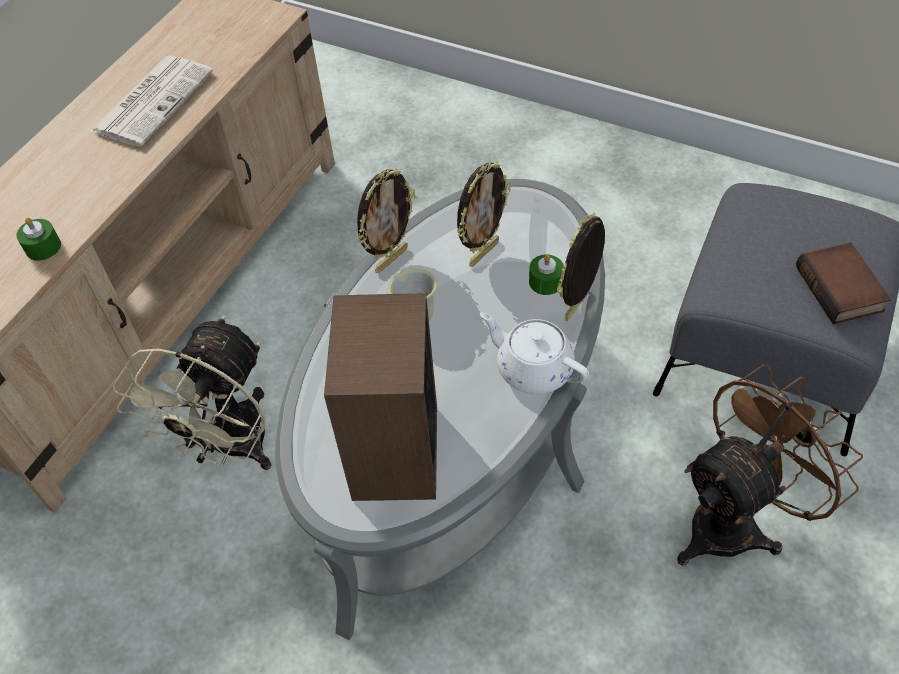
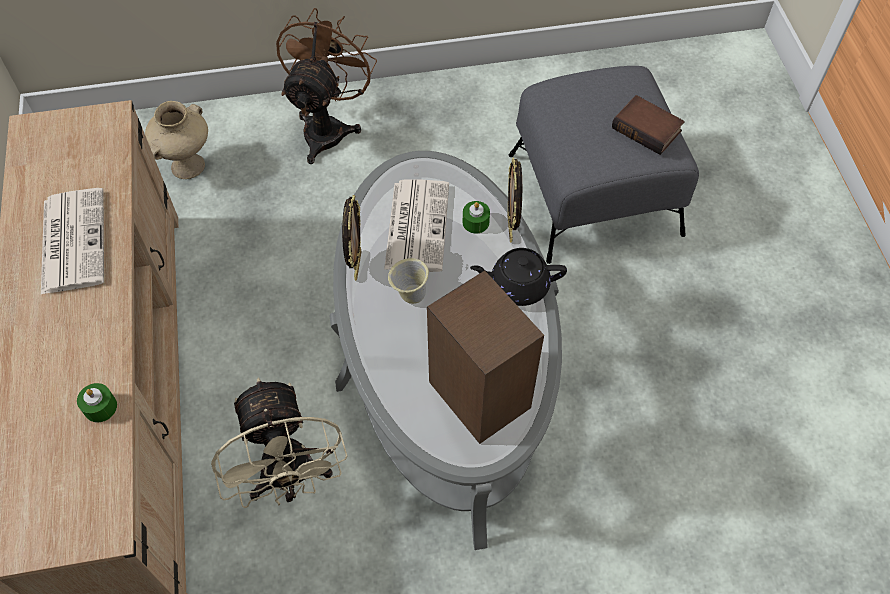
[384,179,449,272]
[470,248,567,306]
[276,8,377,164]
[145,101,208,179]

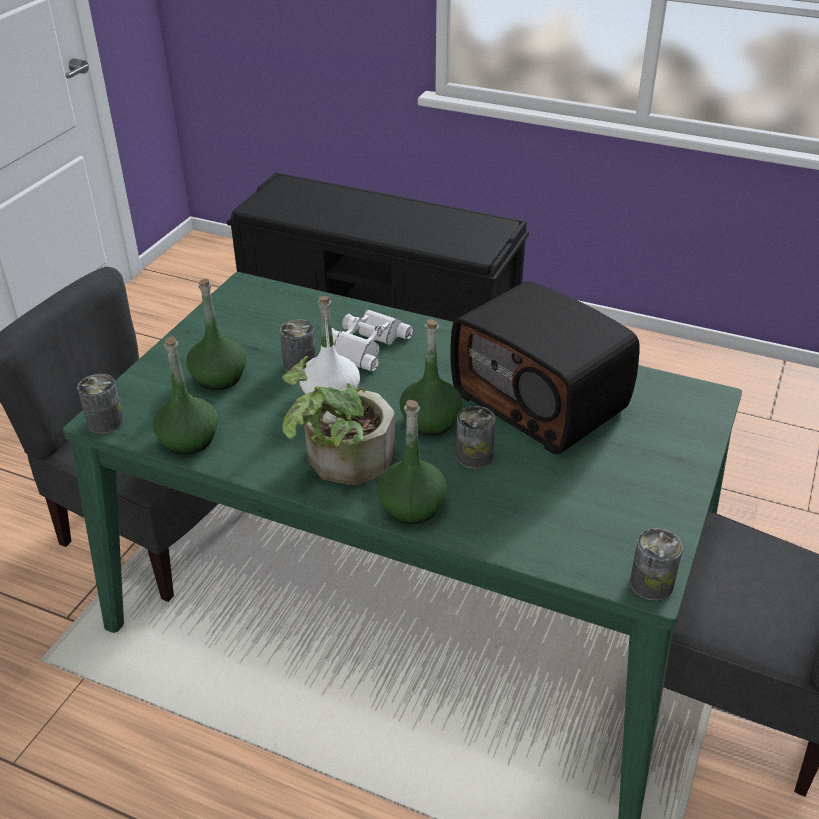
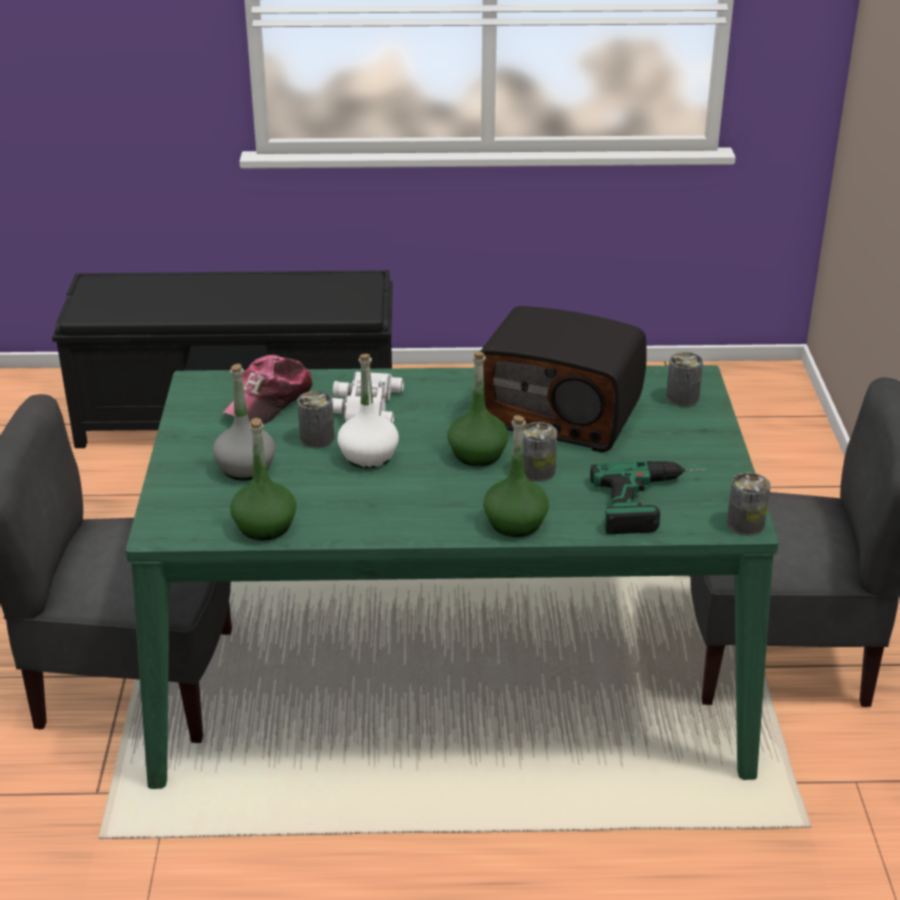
[666,352,703,407]
[213,364,275,480]
[282,356,395,485] (first image)
[222,355,313,424]
[590,461,705,534]

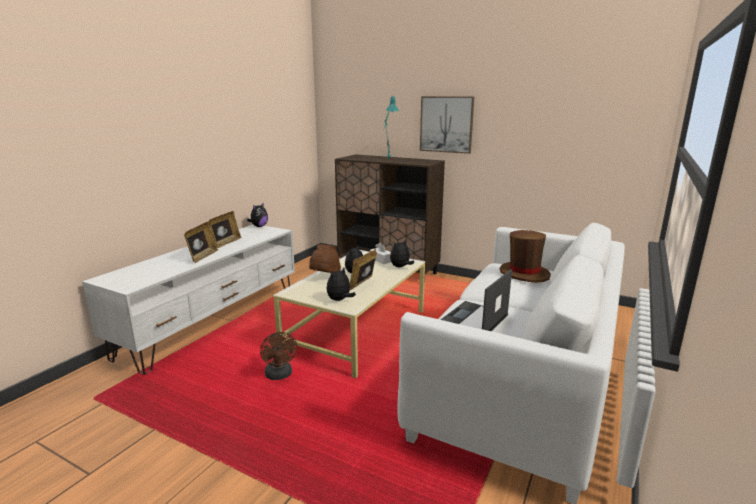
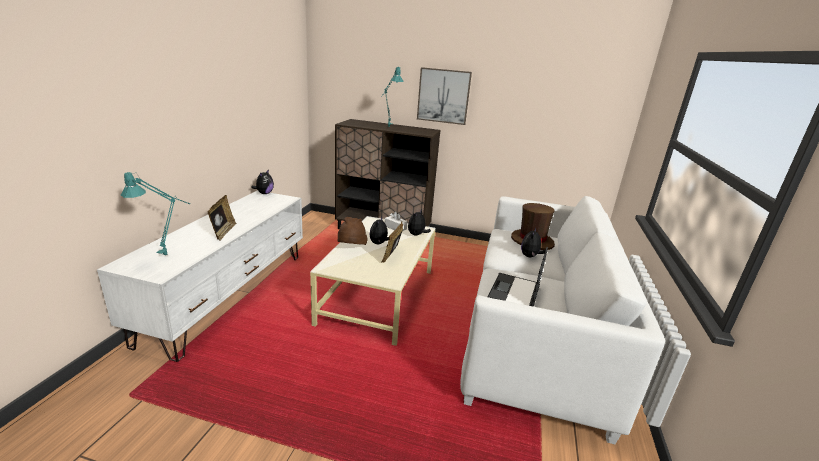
[209,211,242,248] (first image)
[260,332,297,380] (first image)
[521,227,546,257]
[121,172,190,255]

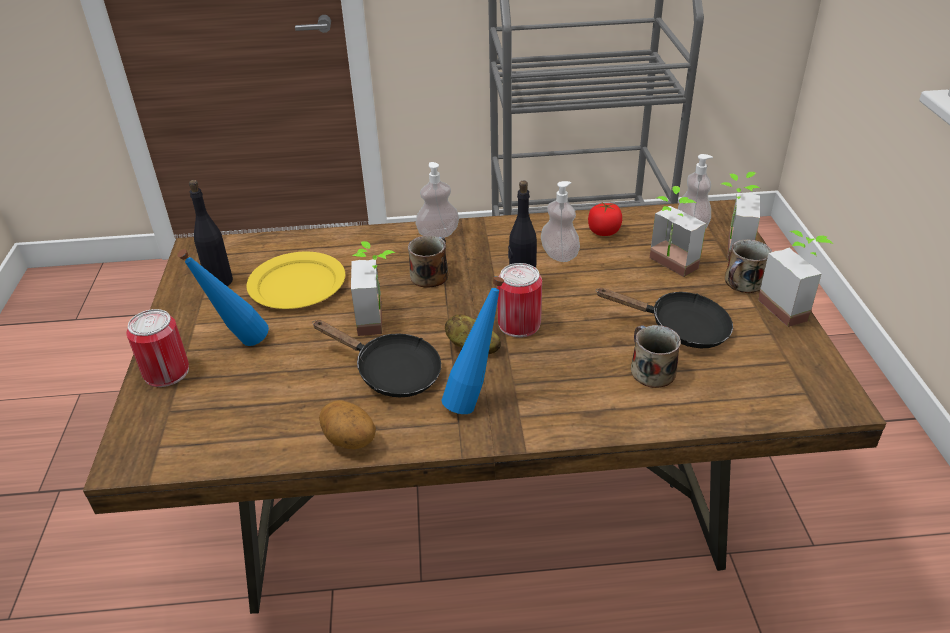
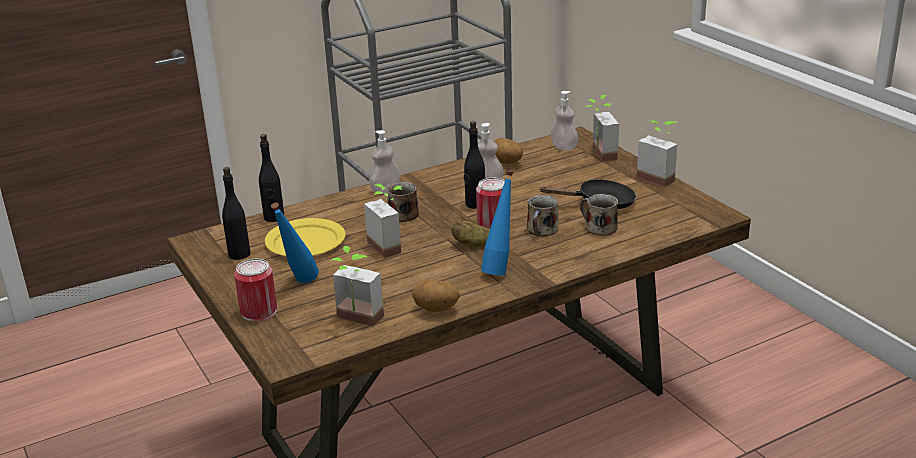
[312,320,441,397] (first image)
[494,138,523,164]
[331,246,384,326]
[527,195,559,236]
[259,134,285,222]

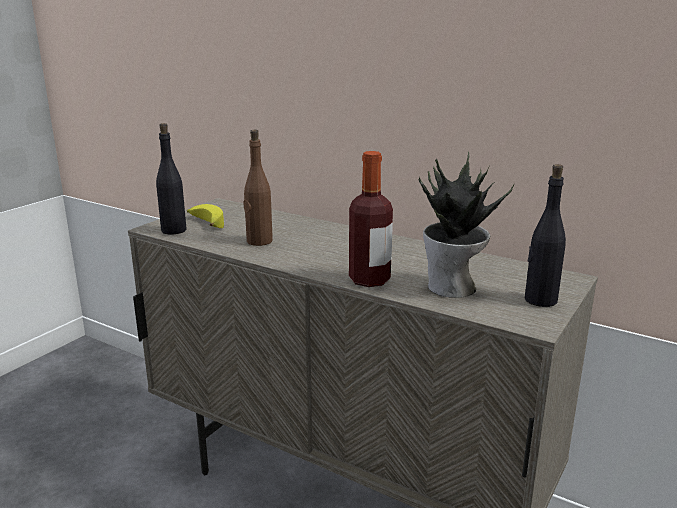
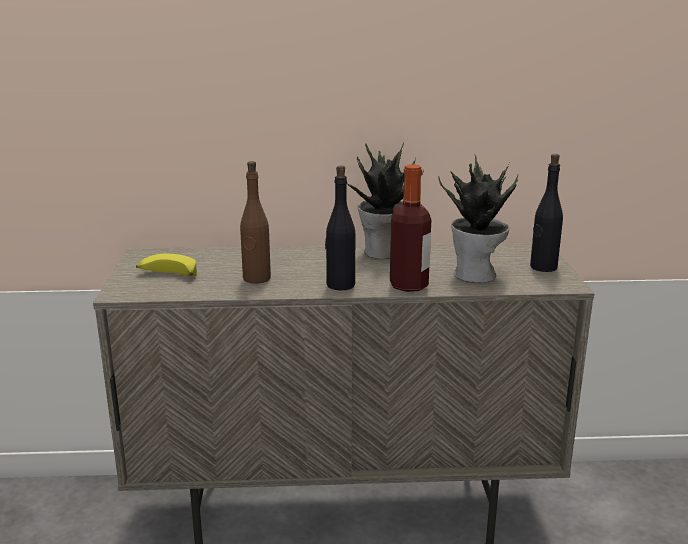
[325,165,355,291]
[347,142,424,259]

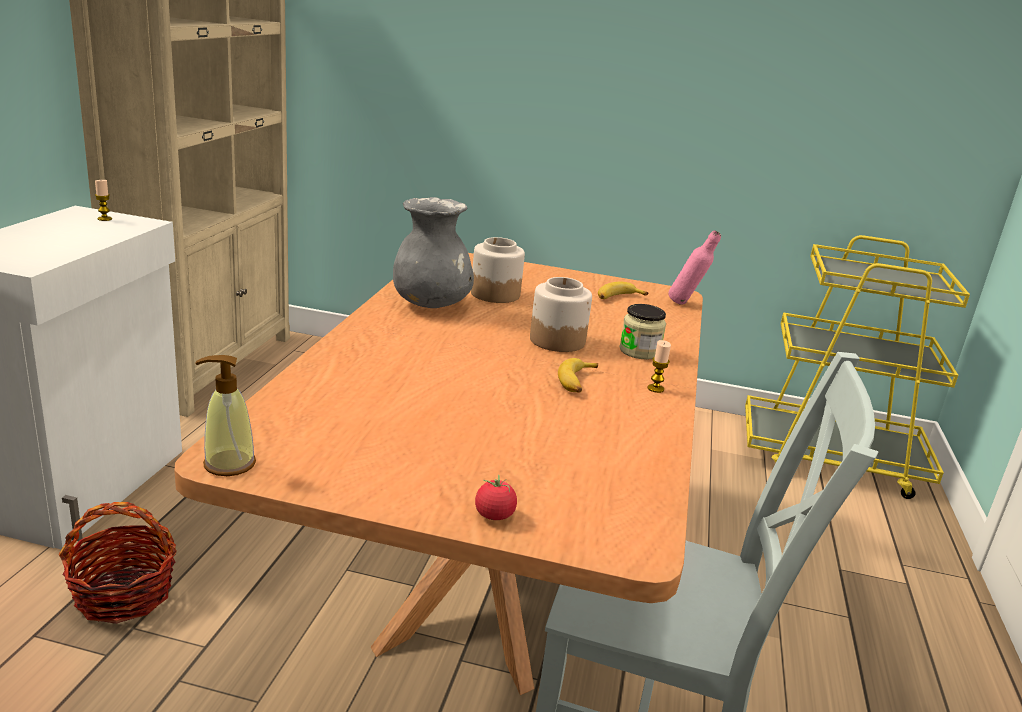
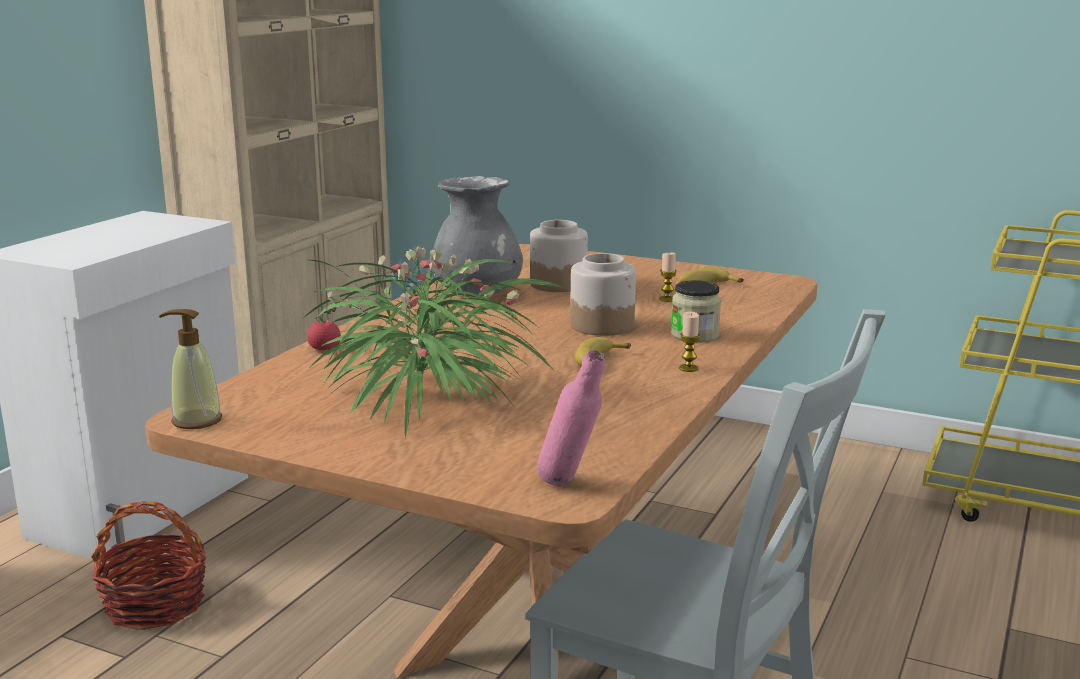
[659,253,677,302]
[307,315,341,350]
[537,350,605,486]
[305,246,563,439]

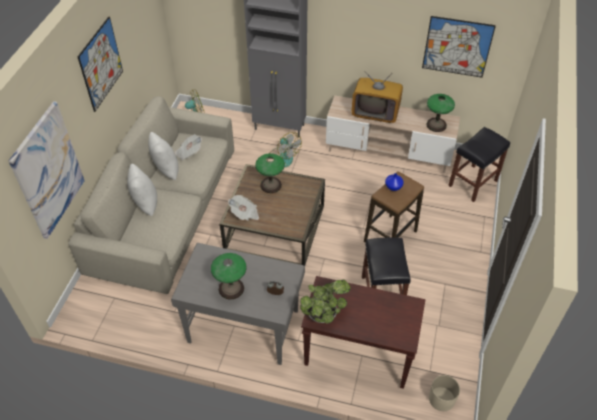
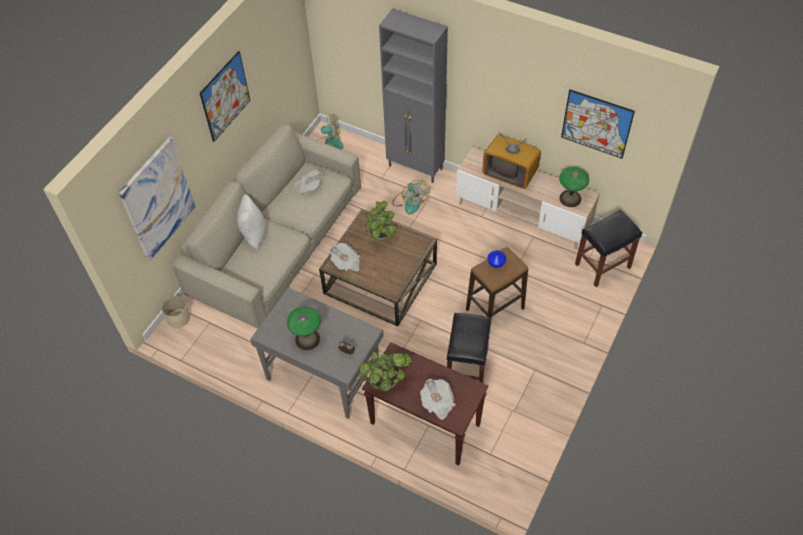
[148,132,179,180] (first image)
[365,201,396,240]
[162,297,190,328]
[420,379,456,420]

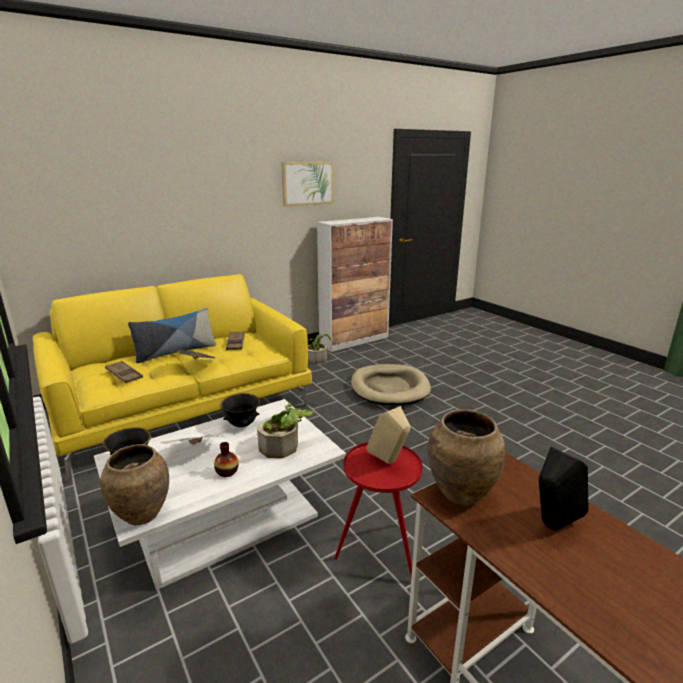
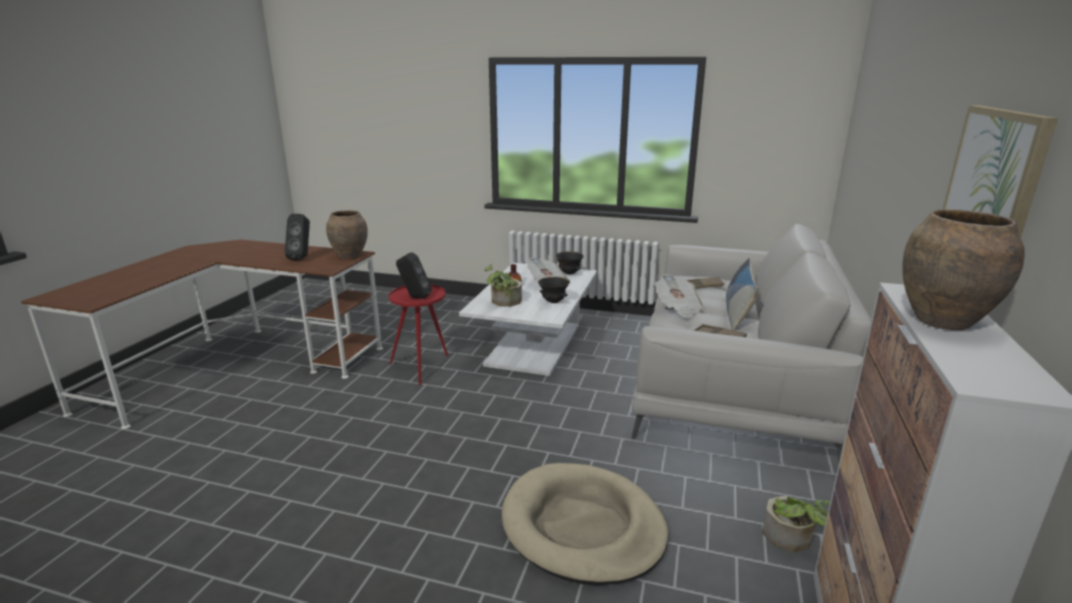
[632,224,871,466]
[902,209,1025,330]
[396,252,431,299]

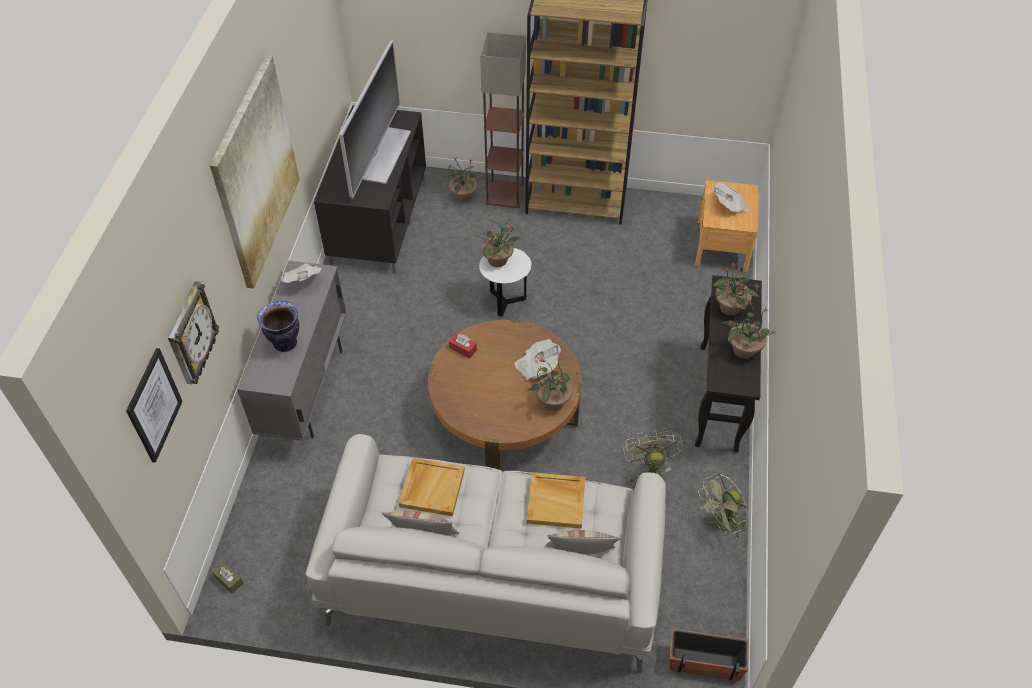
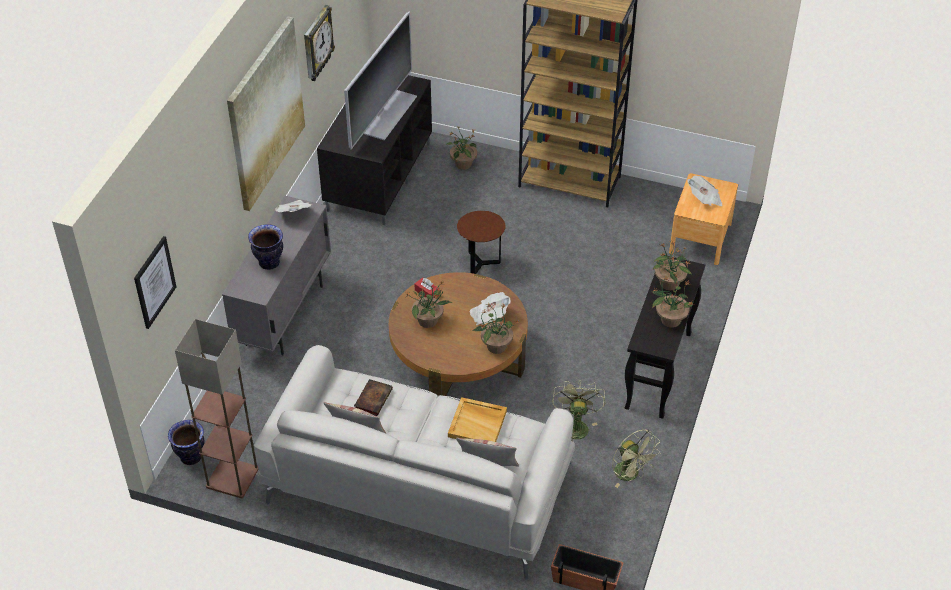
[304,5,335,81]
[168,420,205,465]
[354,379,393,416]
[405,282,452,328]
[457,211,506,274]
[175,319,258,499]
[612,429,660,488]

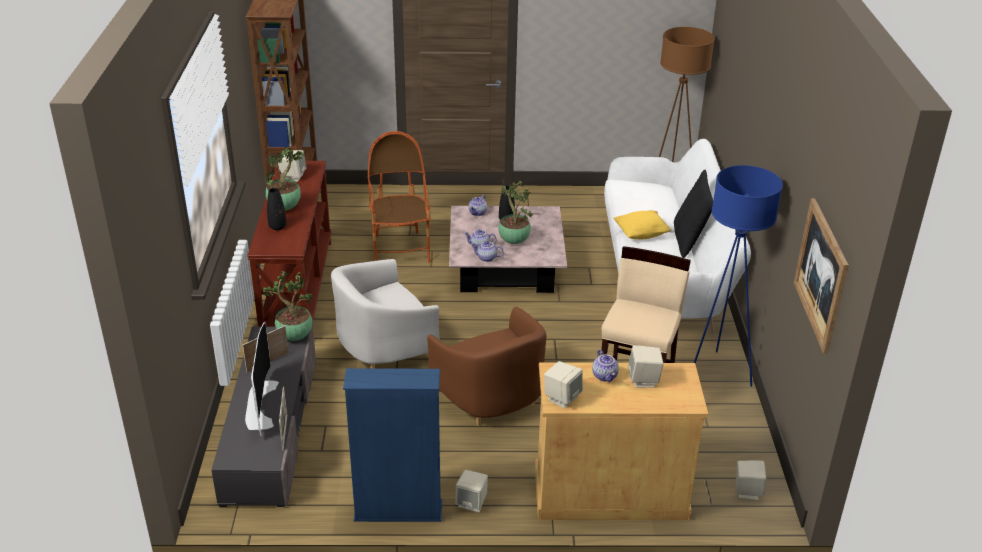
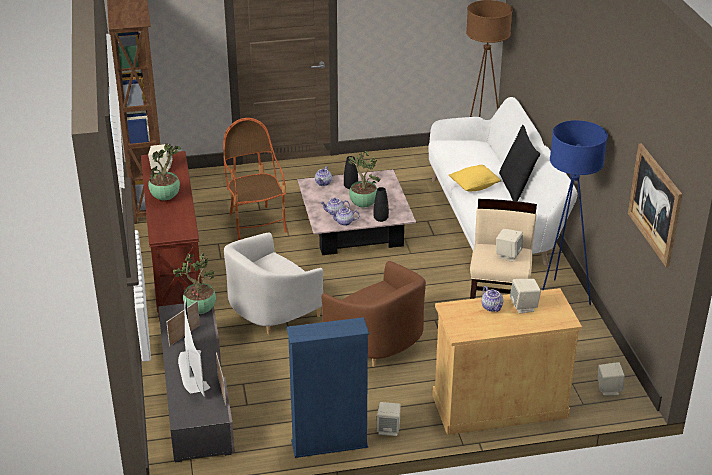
[374,187,389,222]
[496,229,523,262]

